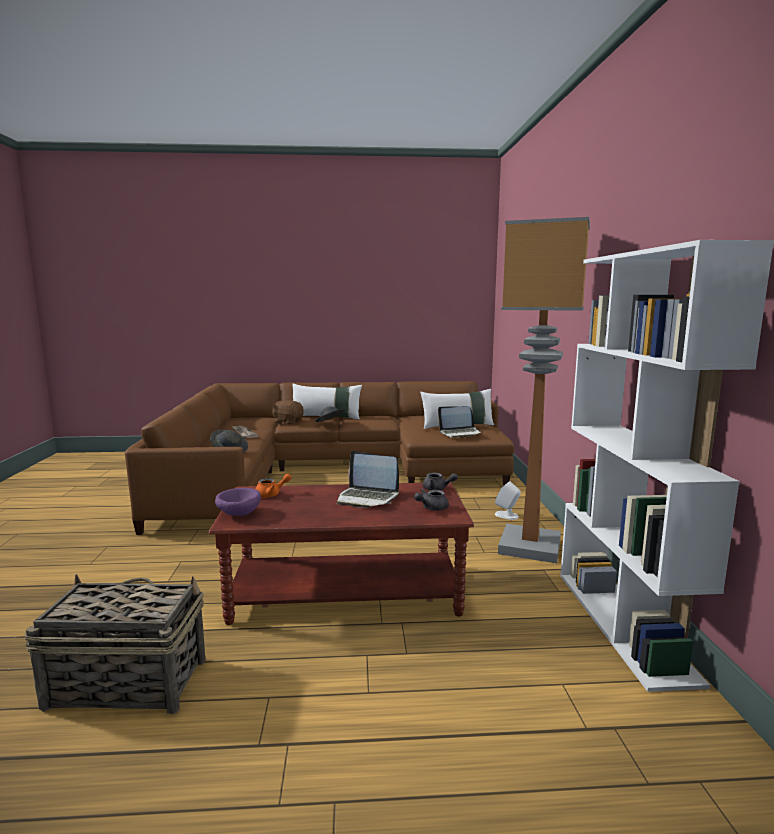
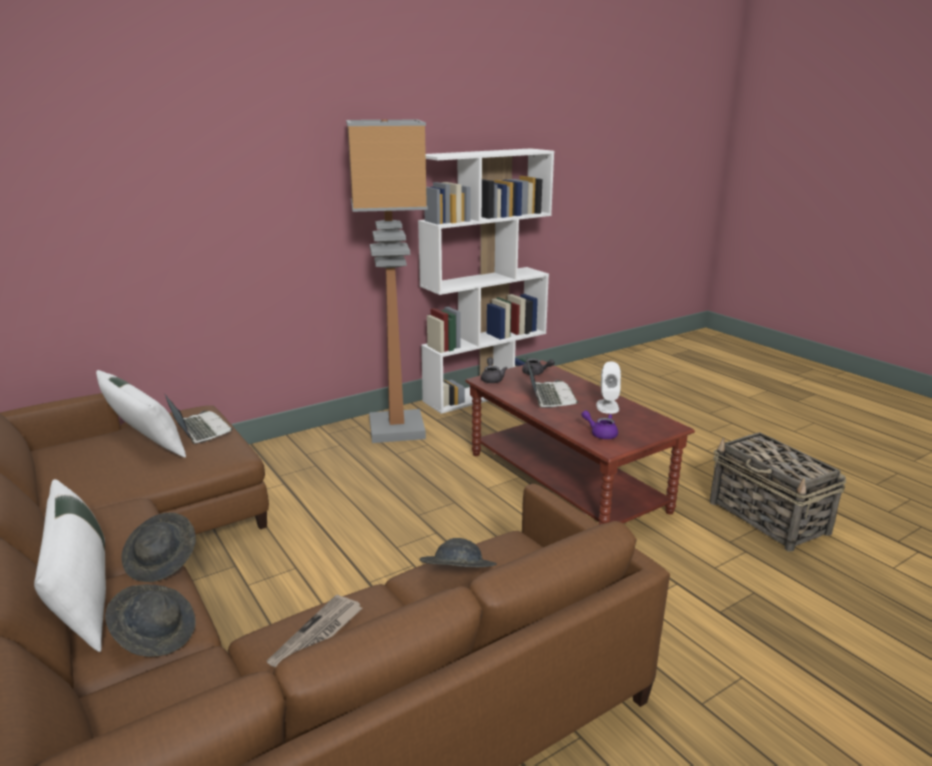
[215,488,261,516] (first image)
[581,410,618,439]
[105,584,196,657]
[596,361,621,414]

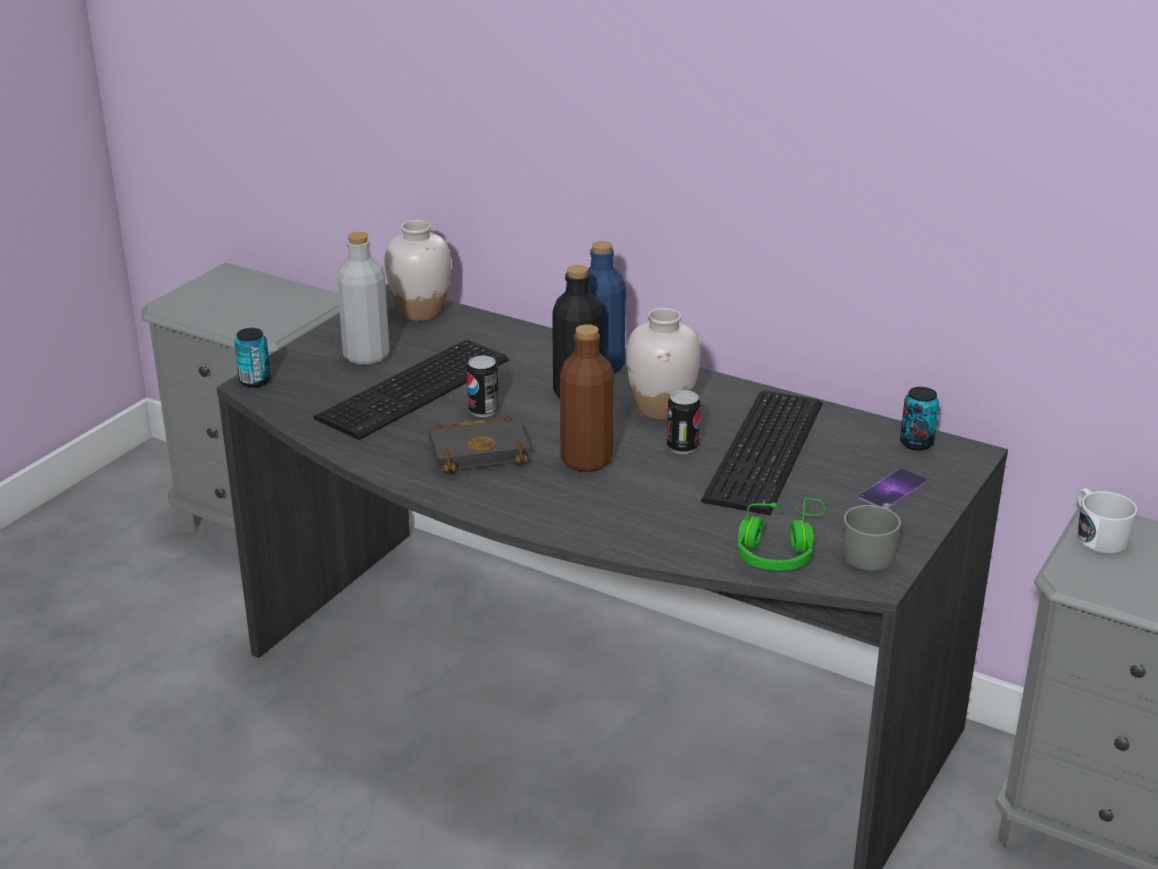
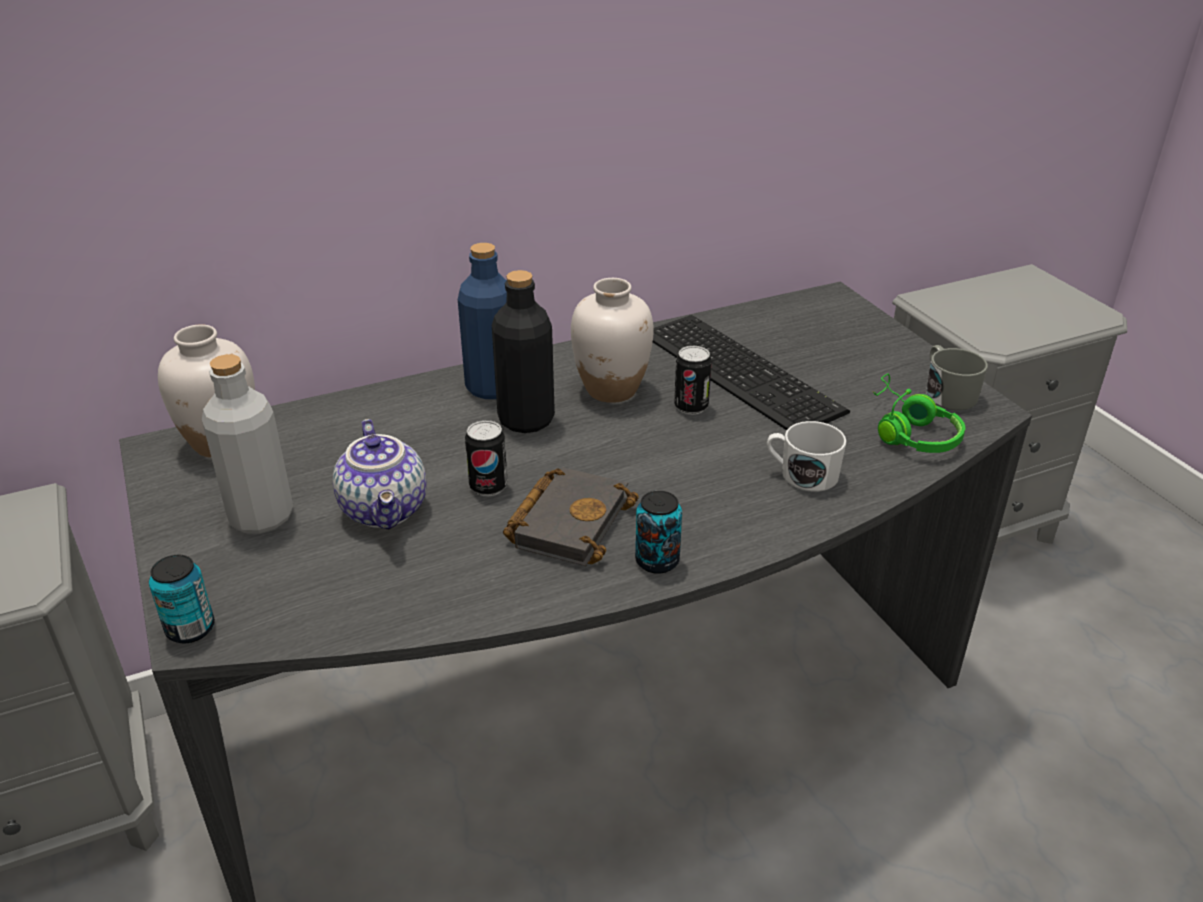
[333,419,427,529]
[560,324,614,472] (first image)
[858,468,928,507] (first image)
[635,490,682,574]
[767,421,847,492]

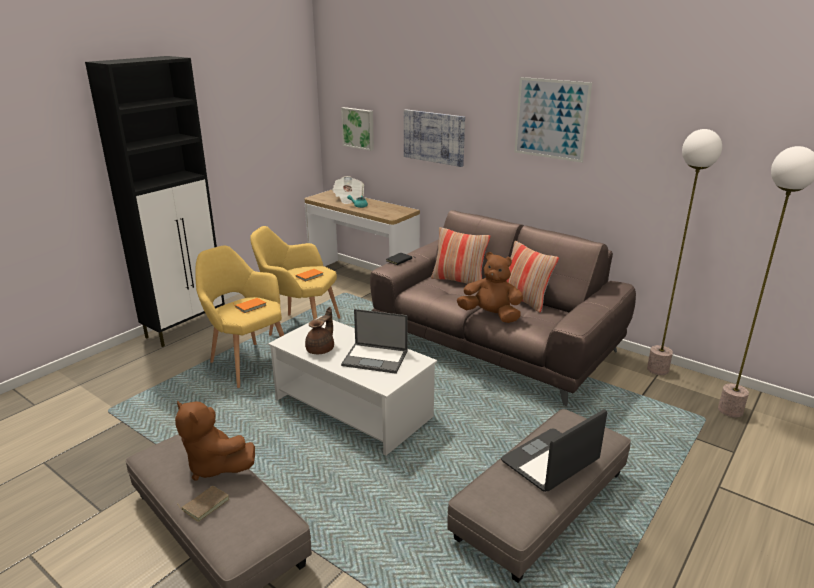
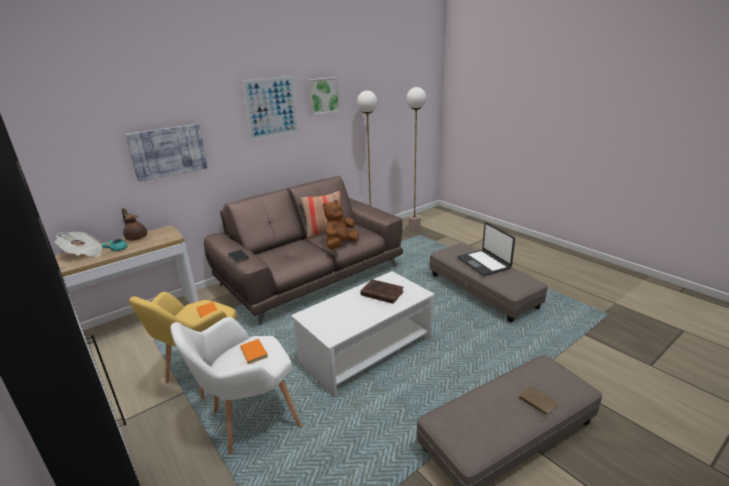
[175,400,255,480] (first image)
[171,317,302,455]
[122,208,147,241]
[308,77,340,115]
[360,279,404,304]
[431,227,490,284] (first image)

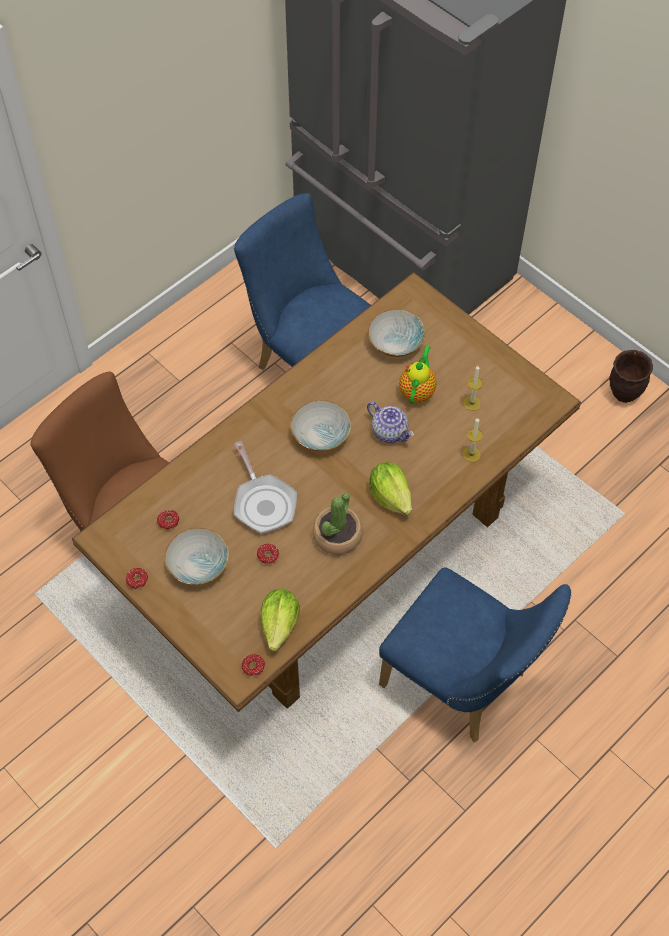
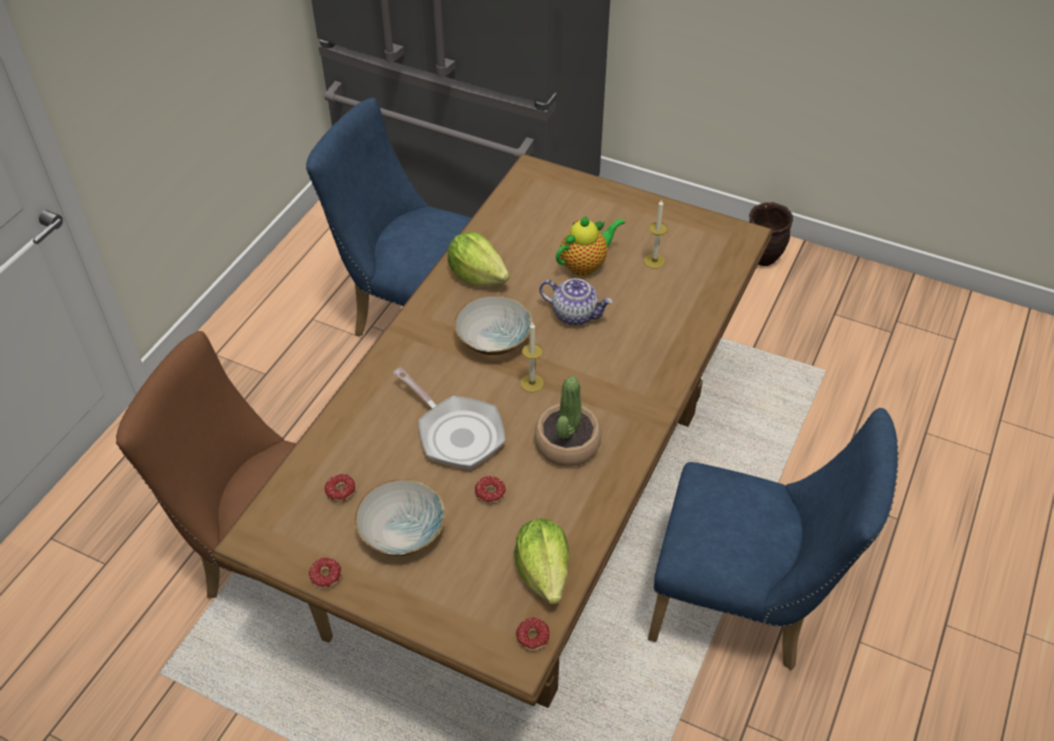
[368,309,426,357] (first image)
[448,232,510,286]
[556,216,625,276]
[520,322,544,393]

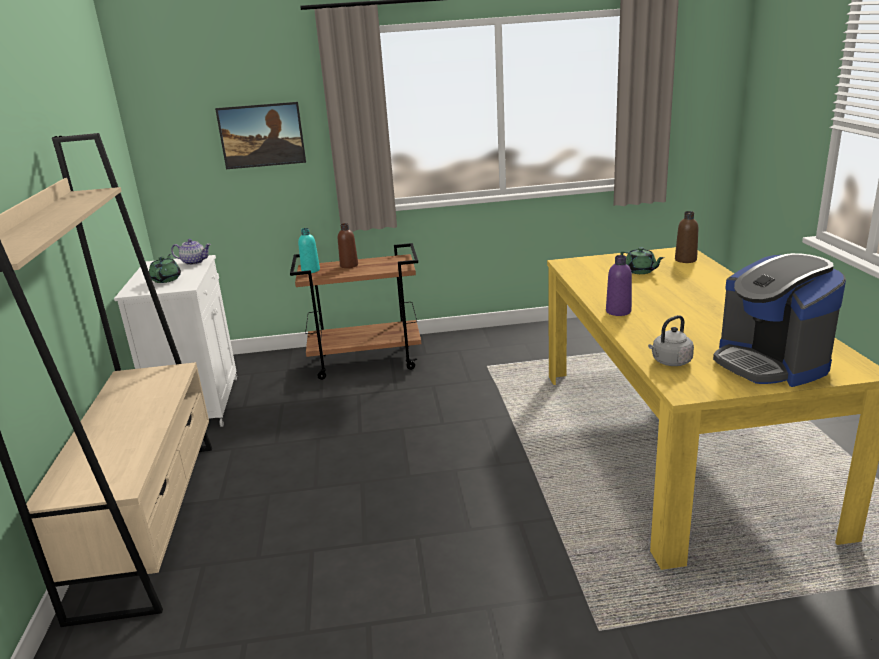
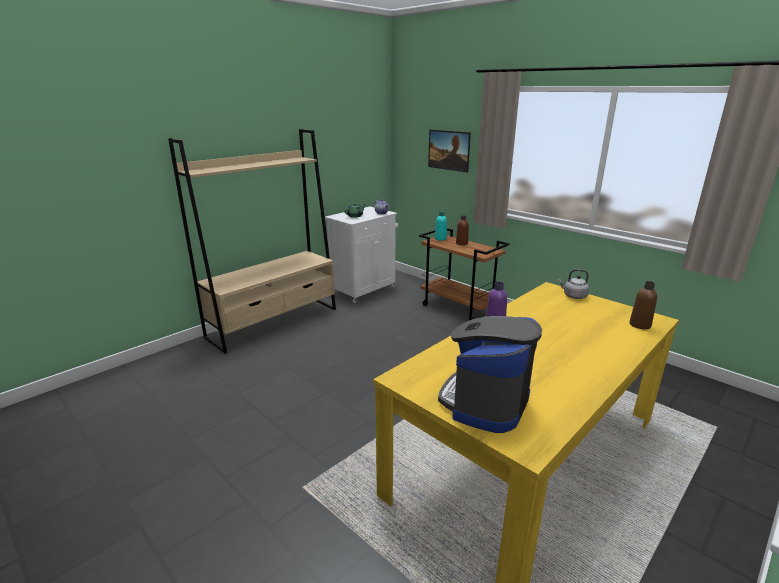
[620,247,664,274] (first image)
[558,269,589,299]

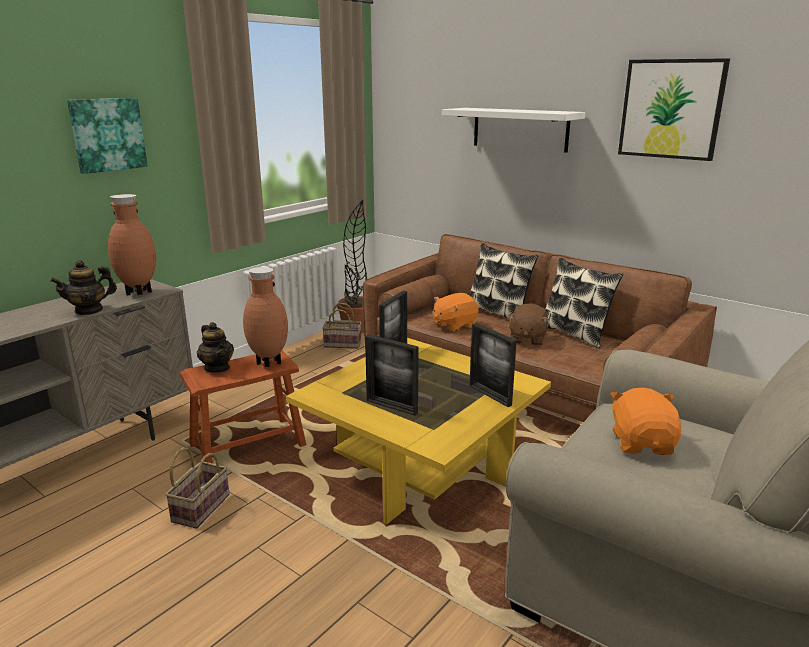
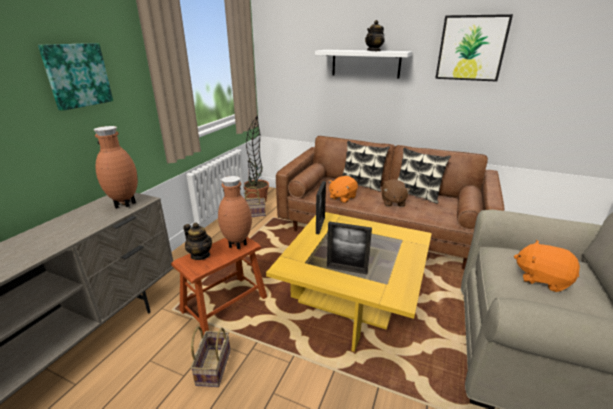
[365,20,385,51]
[470,323,517,407] (first image)
[514,240,580,292]

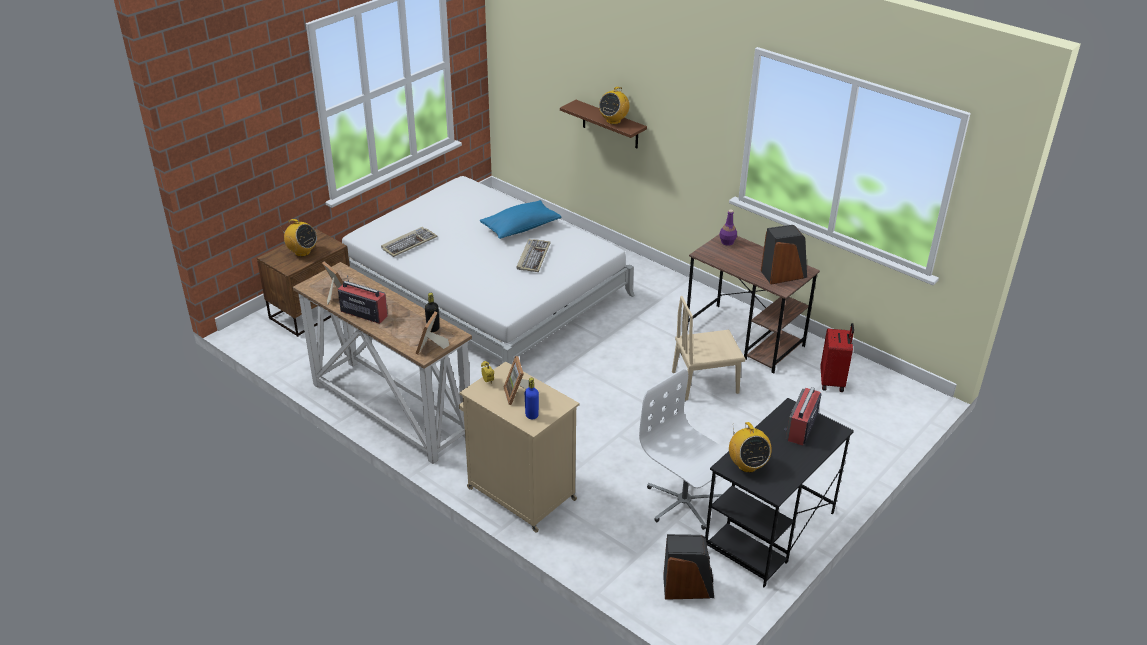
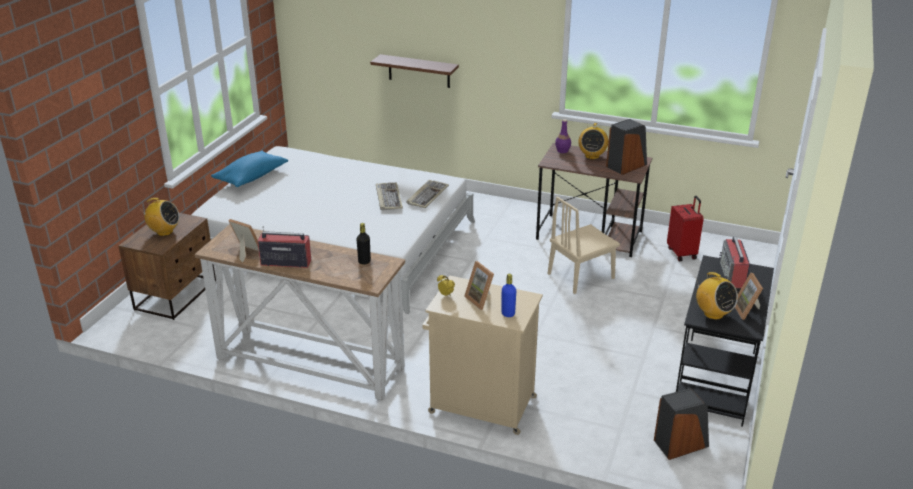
[407,180,449,208]
[735,273,763,320]
[211,151,288,187]
[578,123,608,159]
[639,369,729,530] (first image)

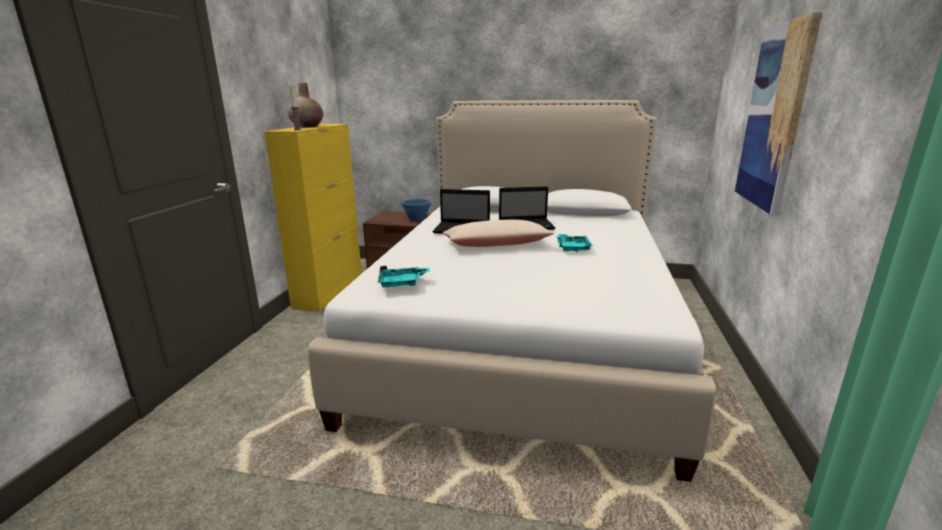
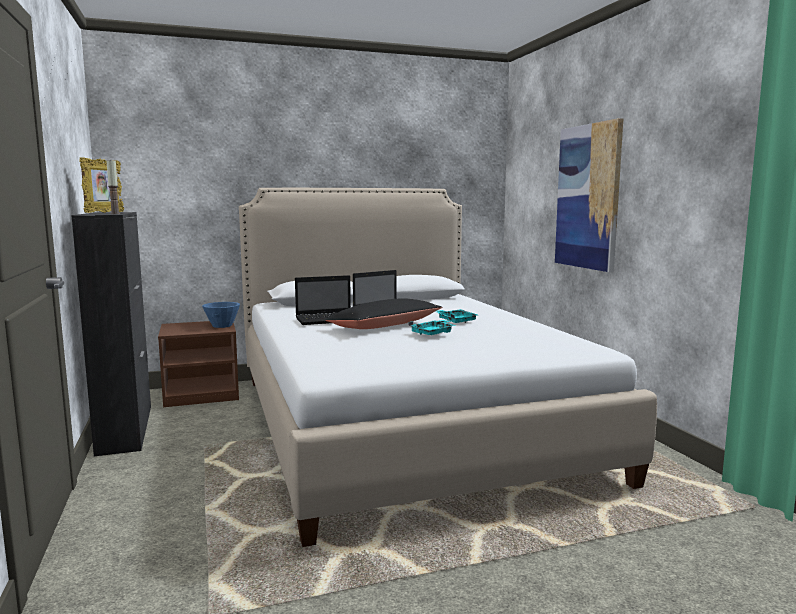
[71,212,151,456]
[79,157,124,213]
[408,320,455,335]
[325,298,443,329]

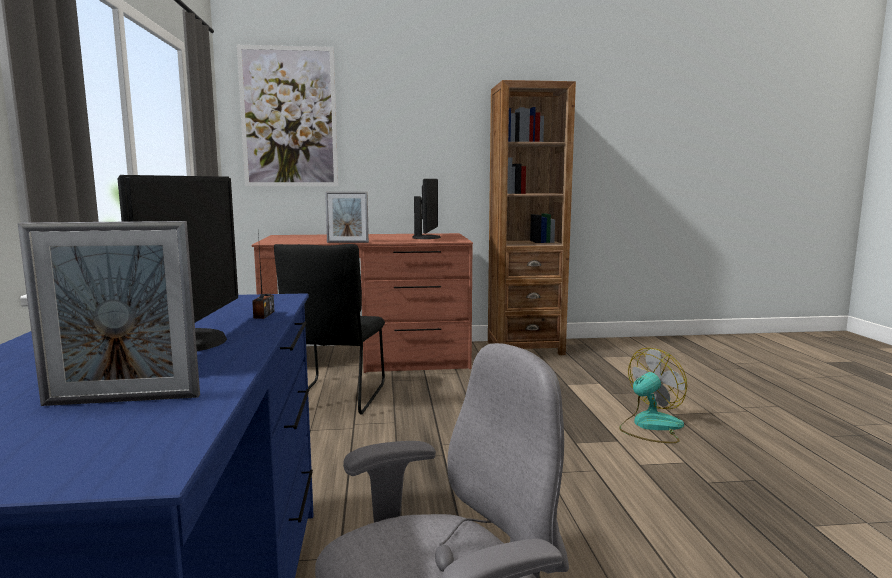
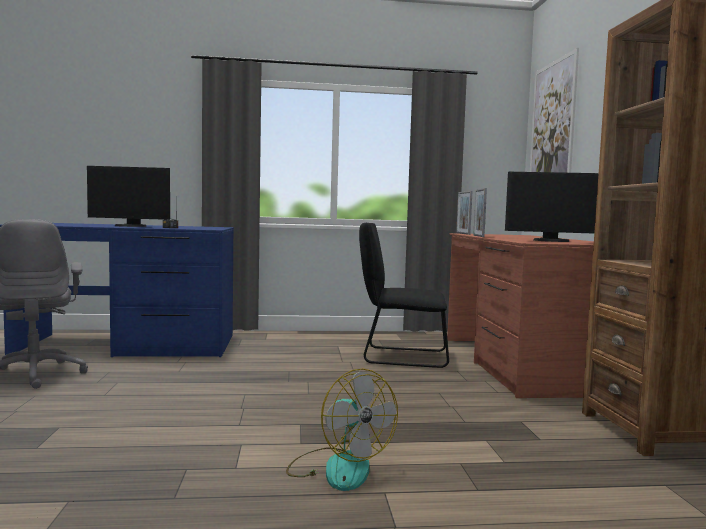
[456,191,472,235]

